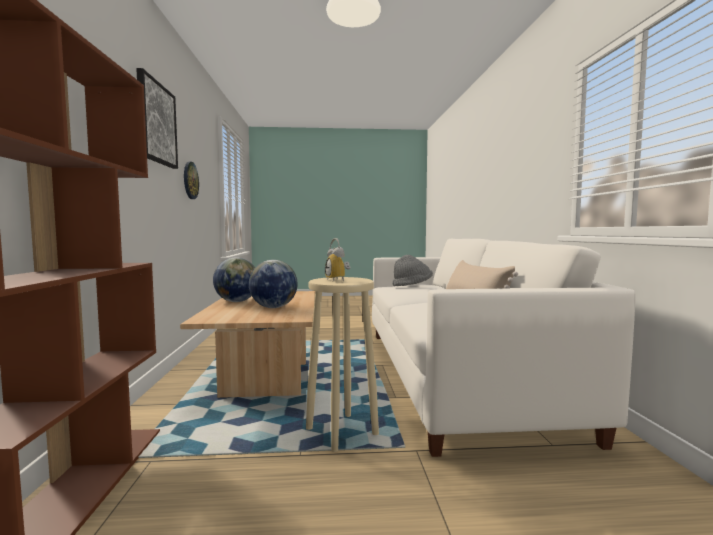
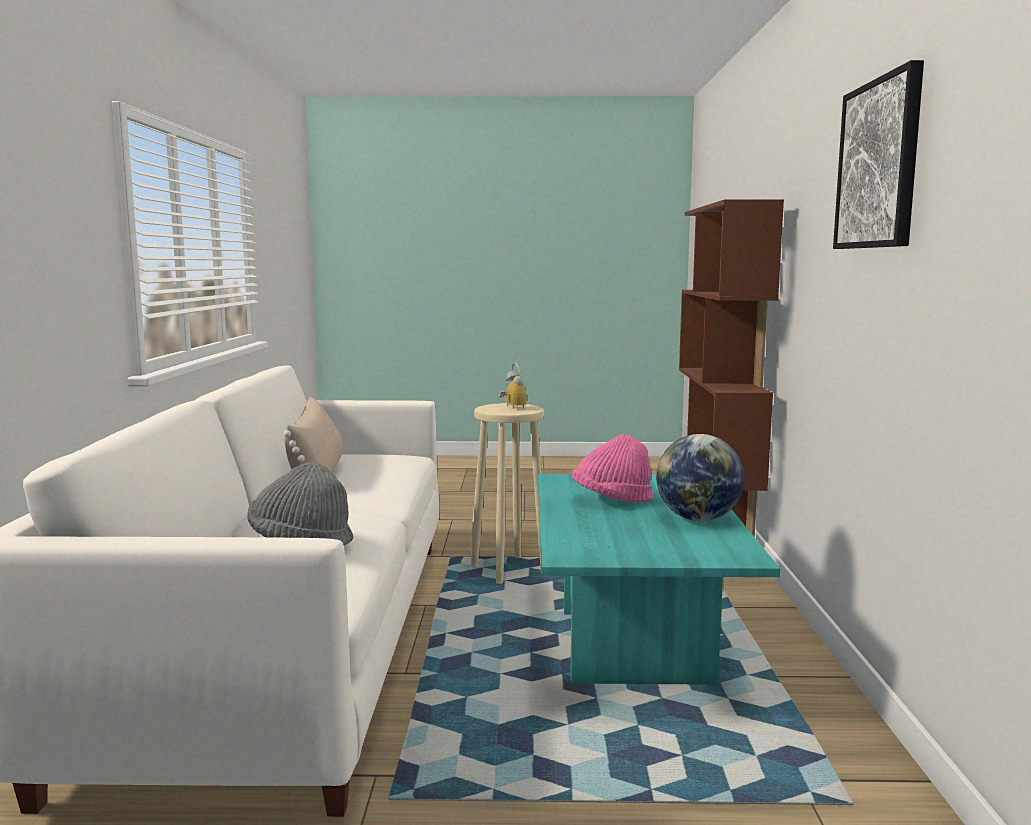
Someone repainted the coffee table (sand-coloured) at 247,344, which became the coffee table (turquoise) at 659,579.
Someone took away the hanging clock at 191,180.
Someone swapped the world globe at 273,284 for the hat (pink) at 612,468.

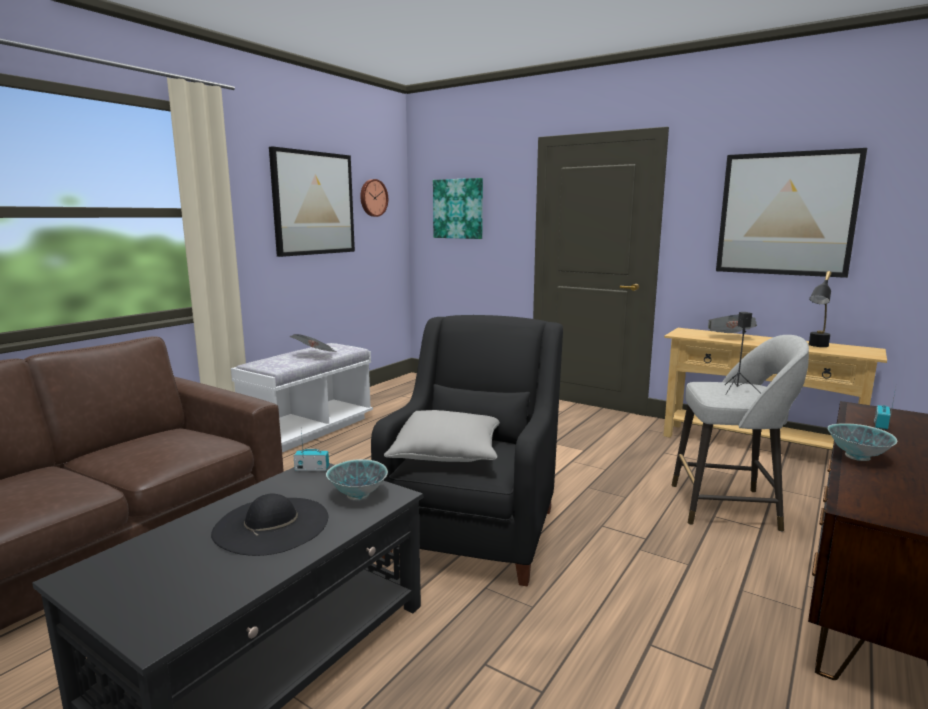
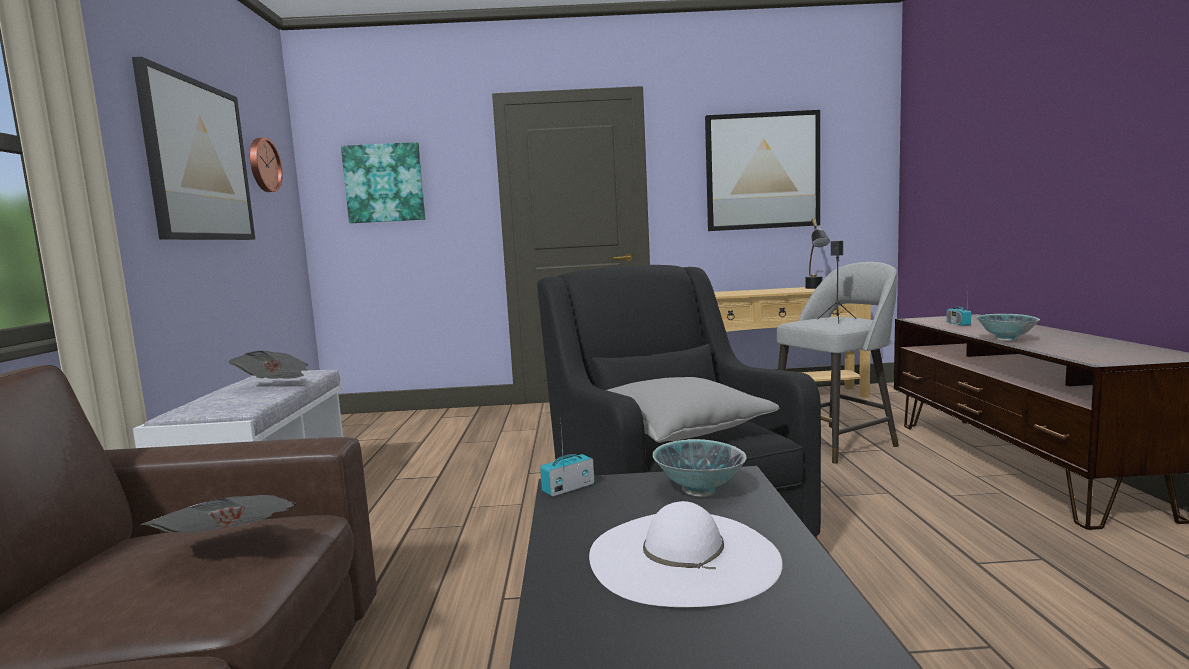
Someone repainted the hat (blackish) at 269,524, which became the hat (white-coloured) at 686,554.
Someone carried the newspaper from 732,323 to 218,514.

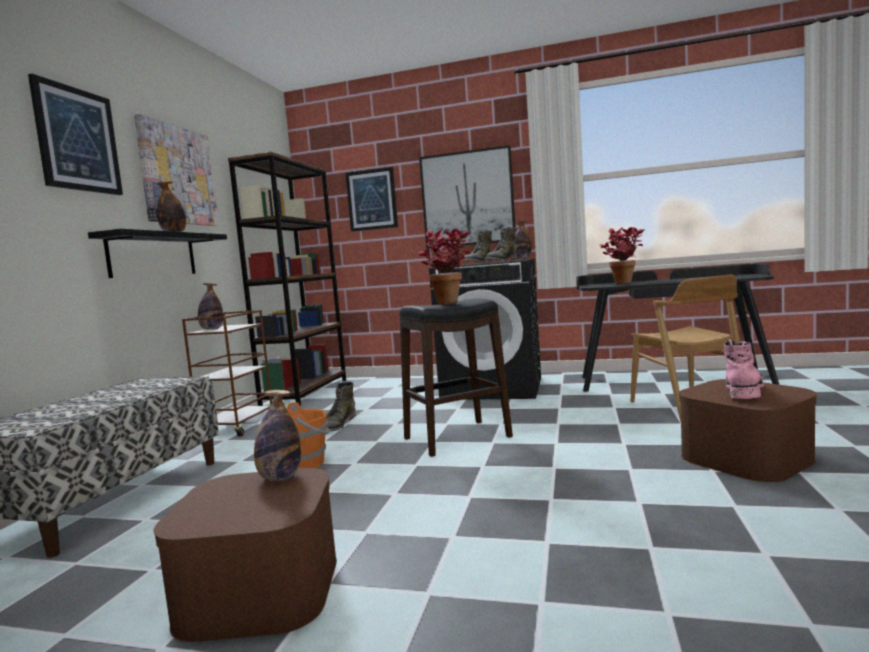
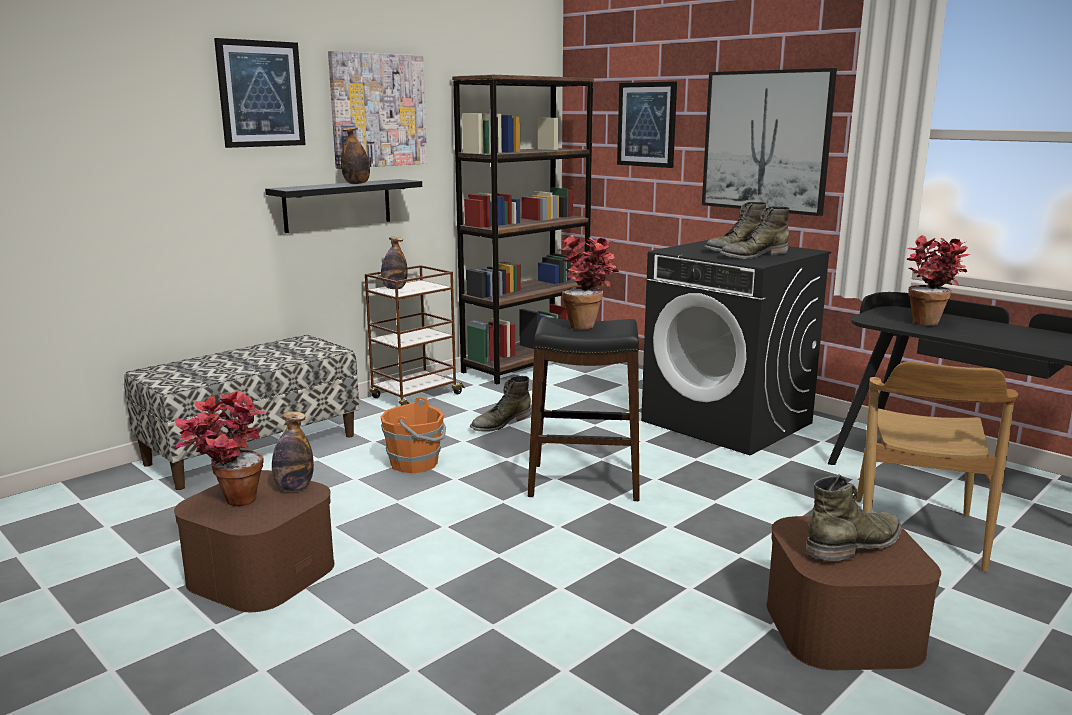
Someone took away the drink bottle at 523,240.
Someone repainted the tall boot (pink) at 744,369, which became the tall boot (green-coloured) at 854,517.
Someone put down the houseplant at 220,448.

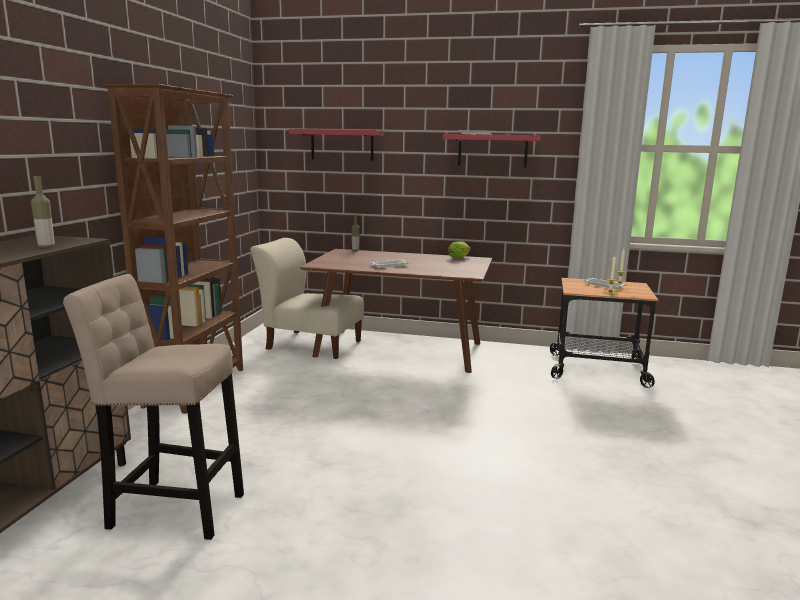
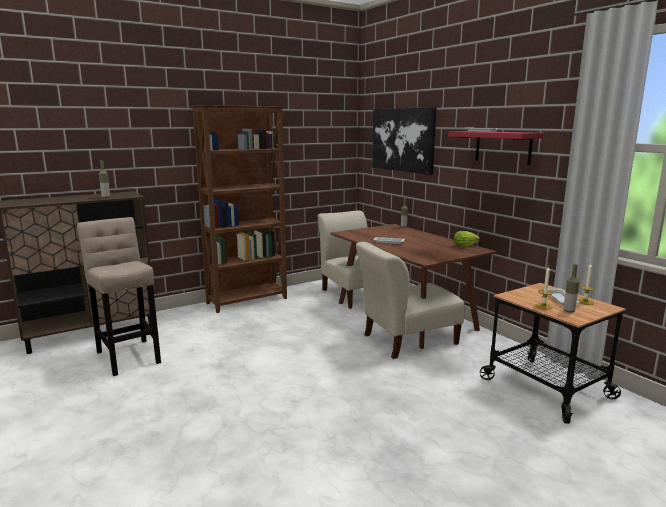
Someone swapped the shelf (red-coloured) at 336,145 for the wall picture at 404,141.
Someone put down the upright chair (sand-coloured) at 410,300.
Someone put down the drink bottle at 572,288.

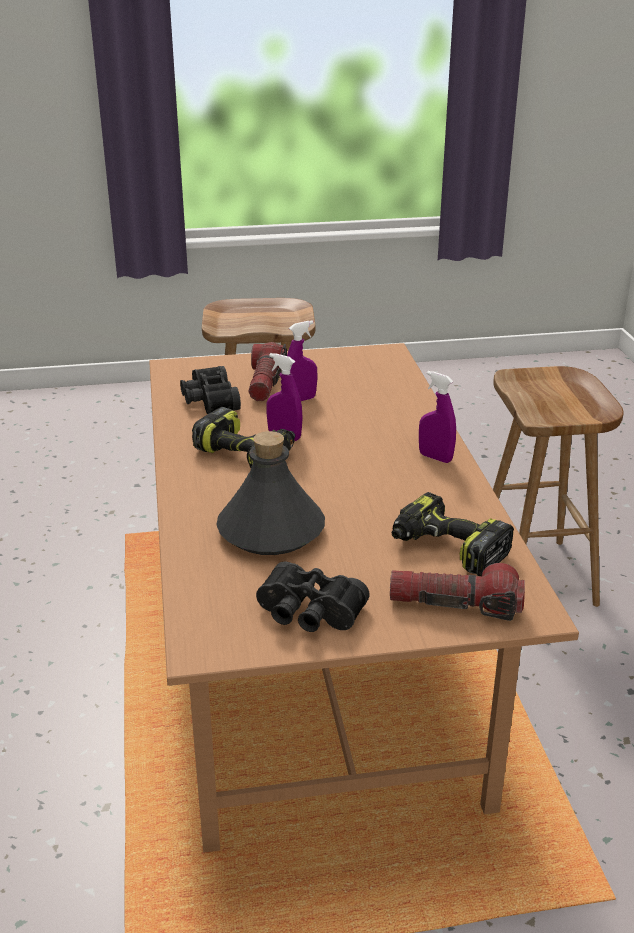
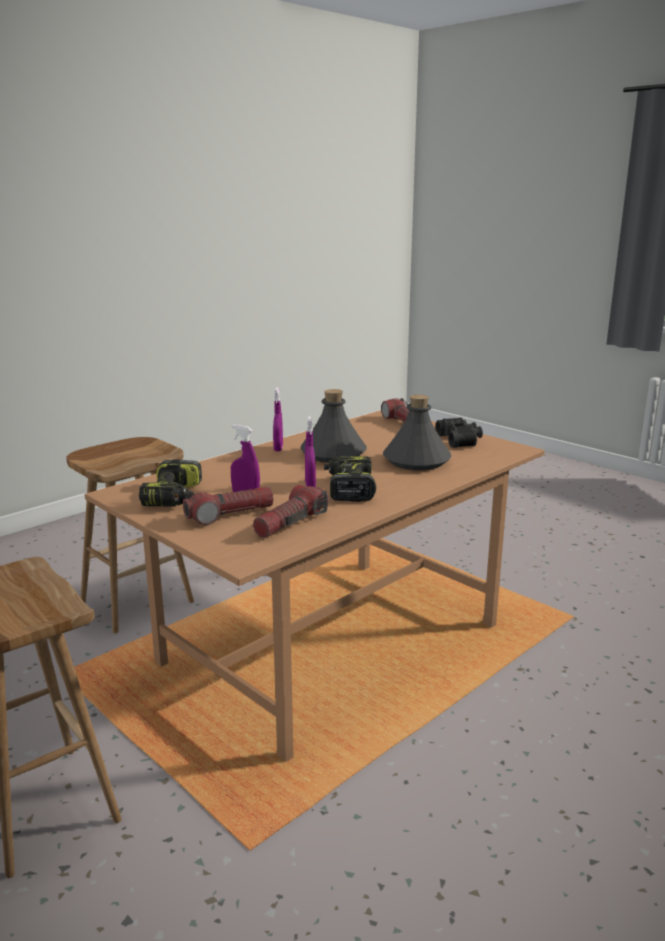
Someone swapped the field glasses (blackish) at 210,390 for the flashlight at 291,511.
Someone carried the drill from 453,534 to 170,483.
Someone put down the drink bottle (greyish) at 333,426.

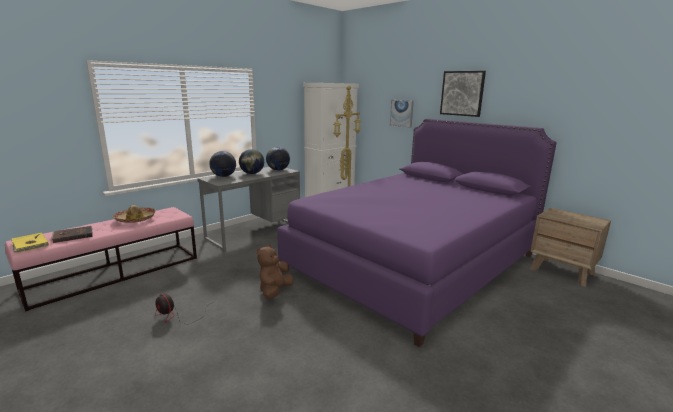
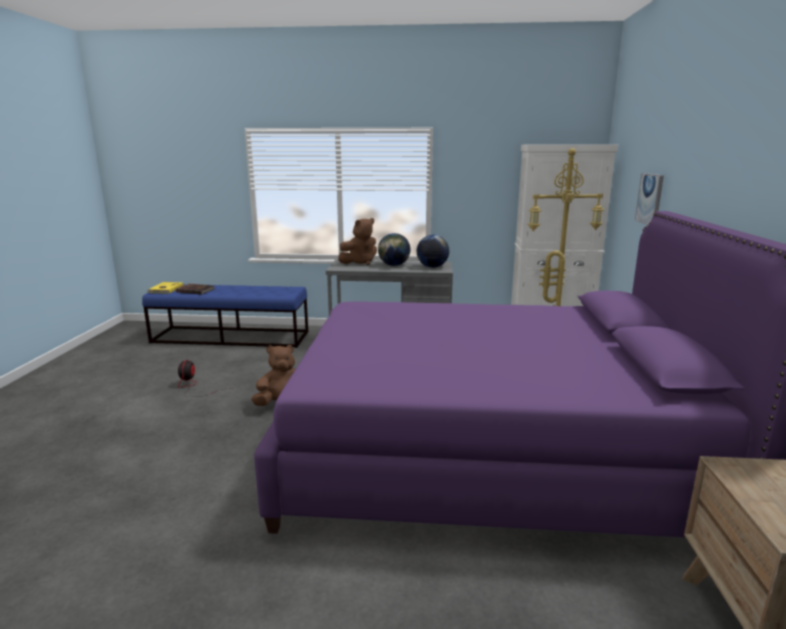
Someone repainted the bench (pink) at 101,259, which became the bench (blue-coloured) at 225,316.
Someone took away the hat at 134,214.
Someone swapped the world globe at 222,164 for the soft toy (brown-coloured) at 357,241.
Someone took away the wall picture at 463,94.

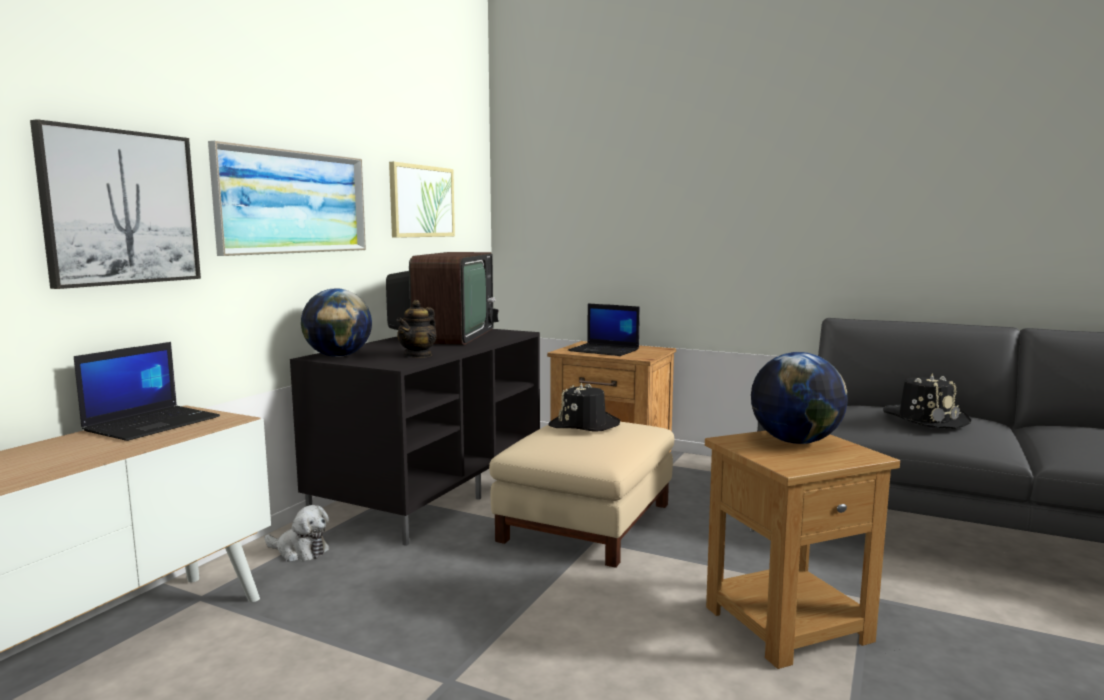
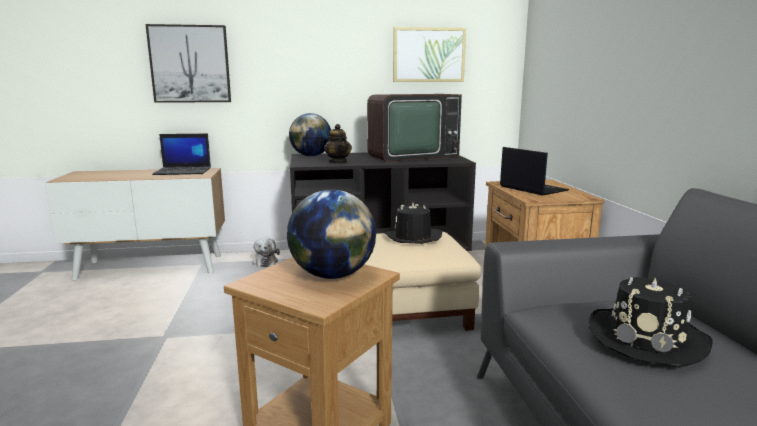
Someone took away the wall picture at 287,198.
Someone rotated the pot for tea at 417,329 by 105 degrees counterclockwise.
Someone rotated the laptop at 604,329 by 150 degrees clockwise.

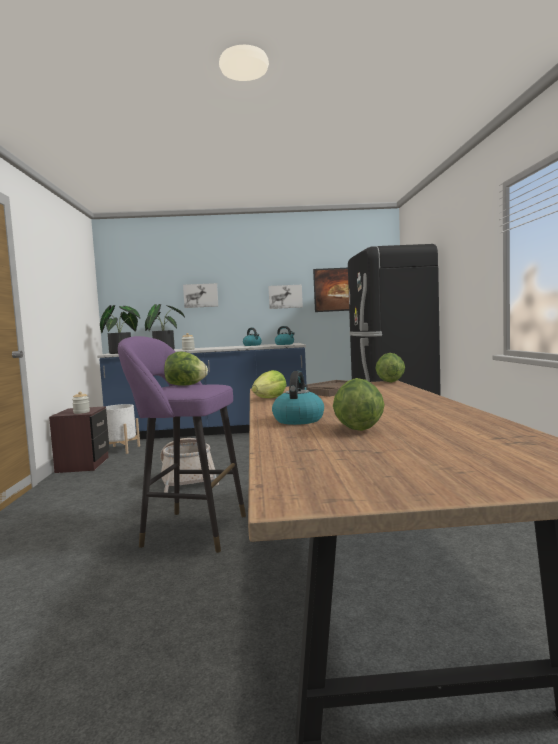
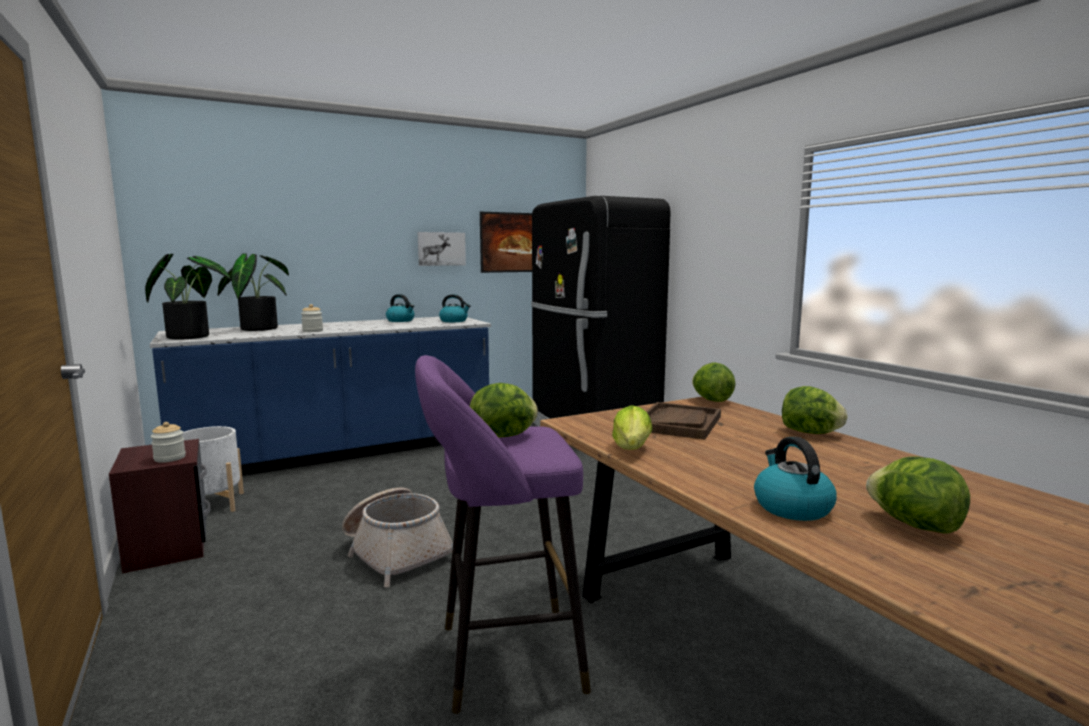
Someone took away the wall picture at 200,295.
Someone put down the head of lettuce at 815,410.

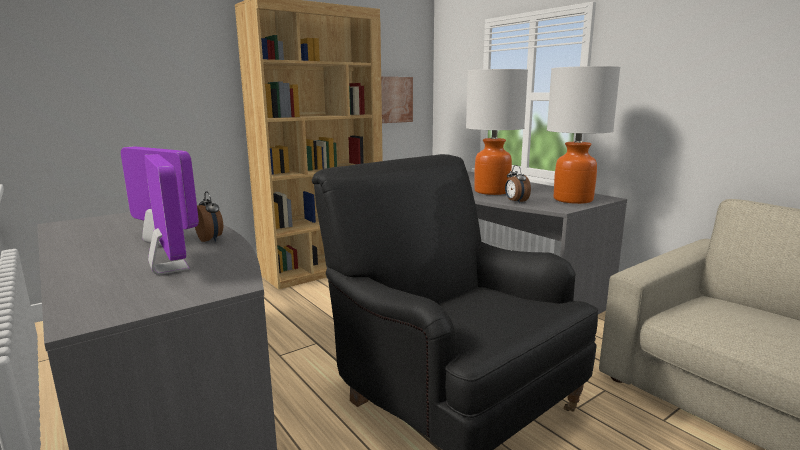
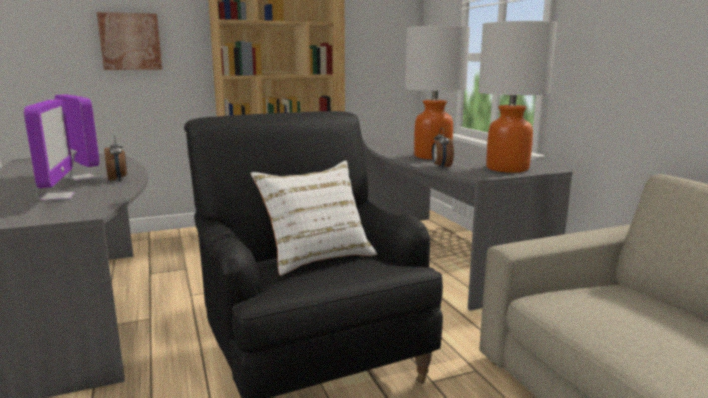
Someone carried the wall picture from 397,100 to 129,41.
Someone put down the pillow (white-coloured) at 314,218.

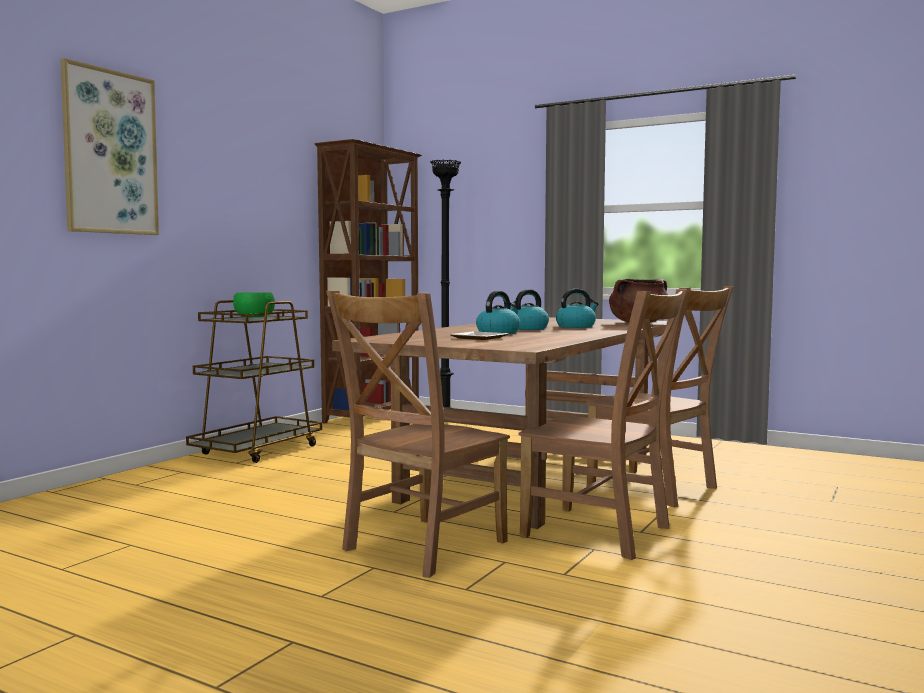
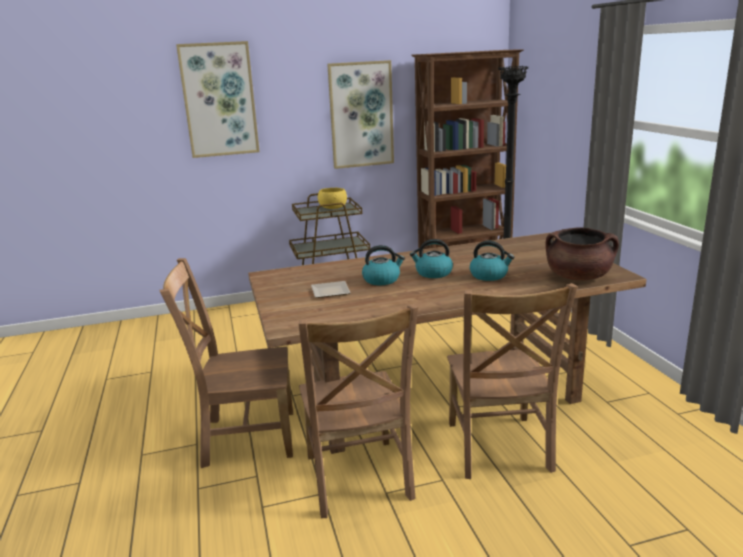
Someone repainted the serving bowl (green-coloured) at 254,305, which became the serving bowl (yellowish) at 332,198.
Someone put up the wall picture at 360,114.

